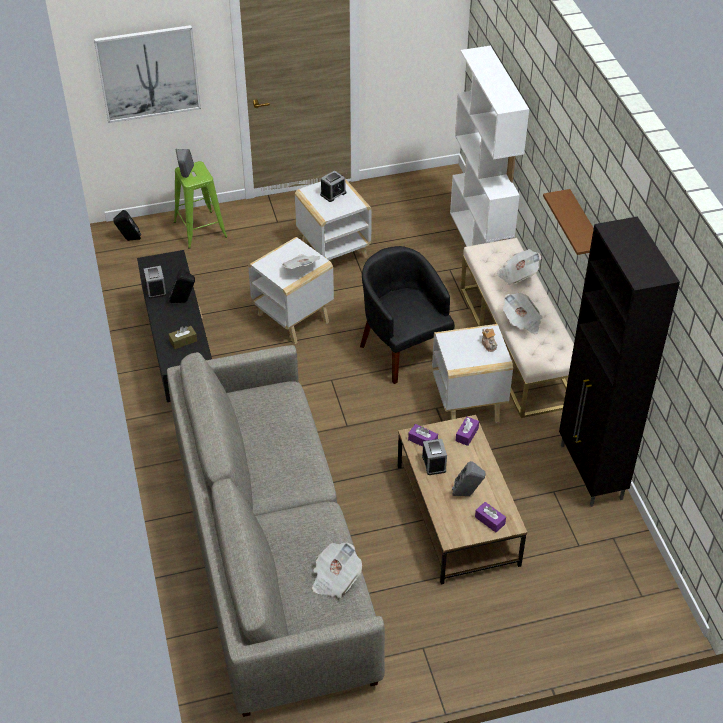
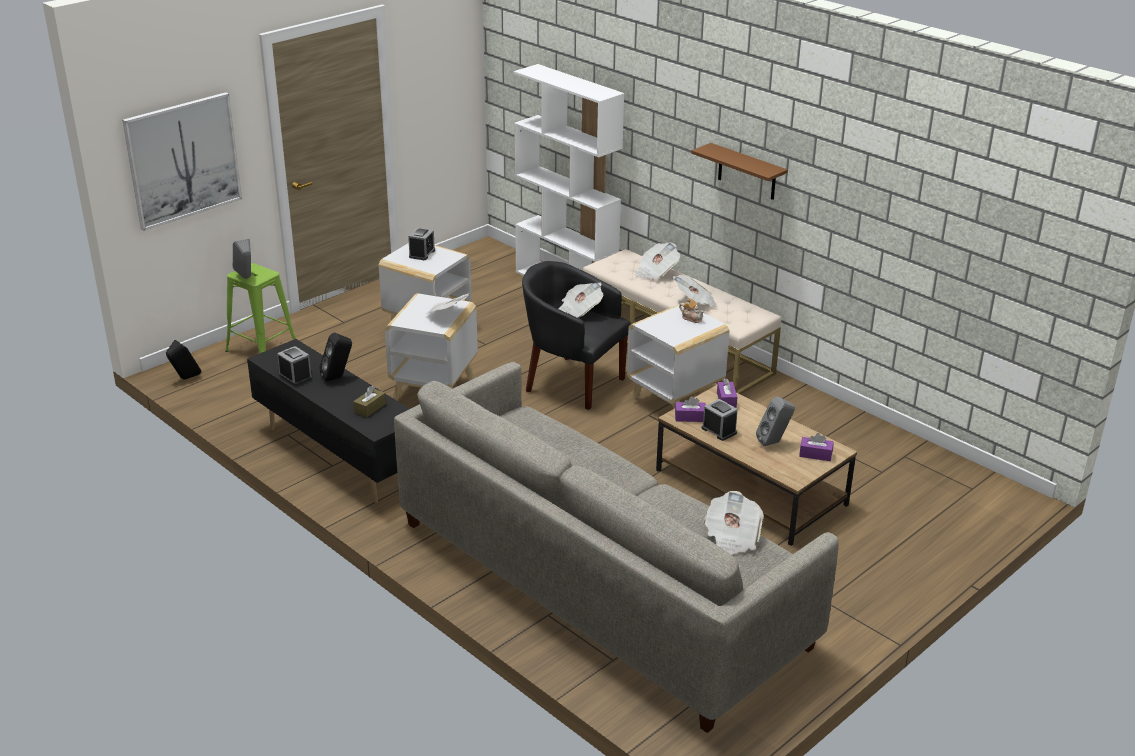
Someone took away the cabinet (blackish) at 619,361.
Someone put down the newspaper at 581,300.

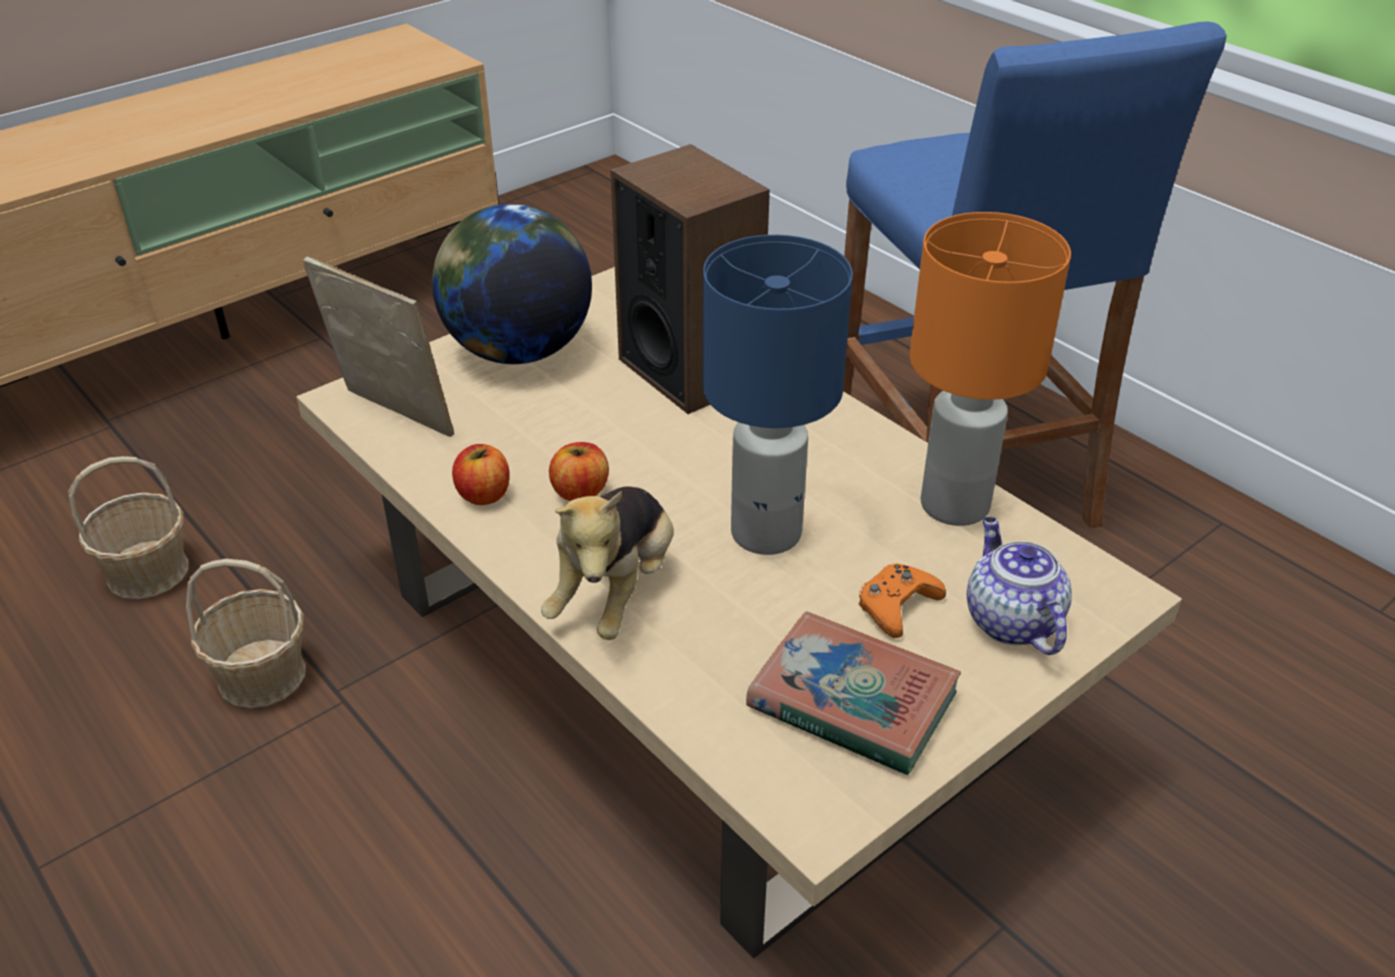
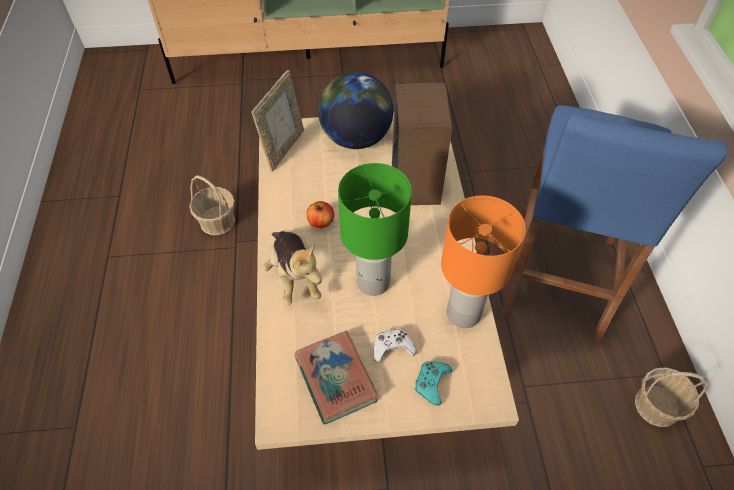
Someone carried the basket from 128,527 to 671,397.
Someone rotated the picture frame at 378,347 by 45 degrees clockwise.
Someone took away the apple at 481,474.
Someone rotated the soft toy at 607,563 by 75 degrees counterclockwise.
Someone repainted the lamp for a table (blue-coloured) at 778,395, which became the lamp for a table (green-coloured) at 375,229.
Someone repainted the gamepad (orangey) at 902,600, which became the gamepad (white-coloured) at 395,345.
Someone swapped the pot for tea at 1019,586 for the gamepad (turquoise) at 433,383.

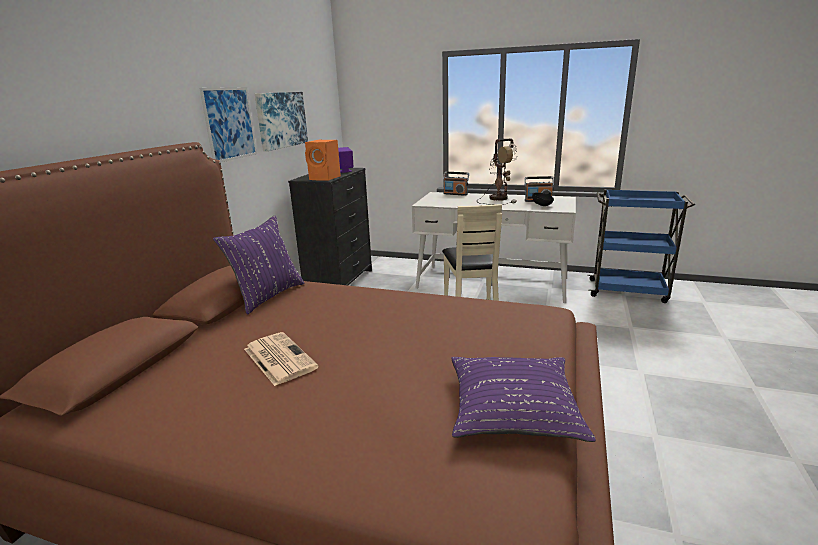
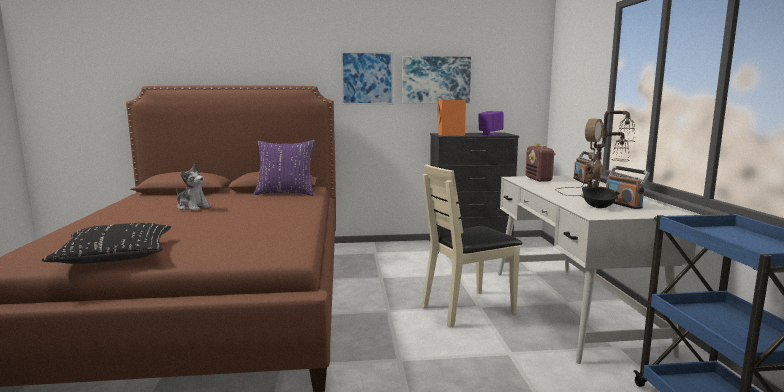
Someone swapped the newspaper at 281,359 for the soft toy at 193,187.
Someone repainted the pillow (purplish) at 524,399, which became the pillow (blackish) at 106,243.
Someone put down the radio receiver at 541,163.

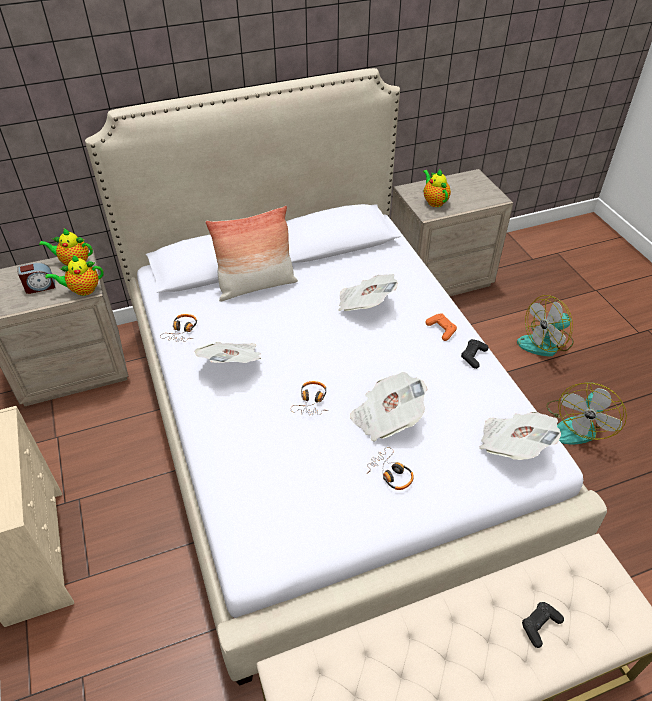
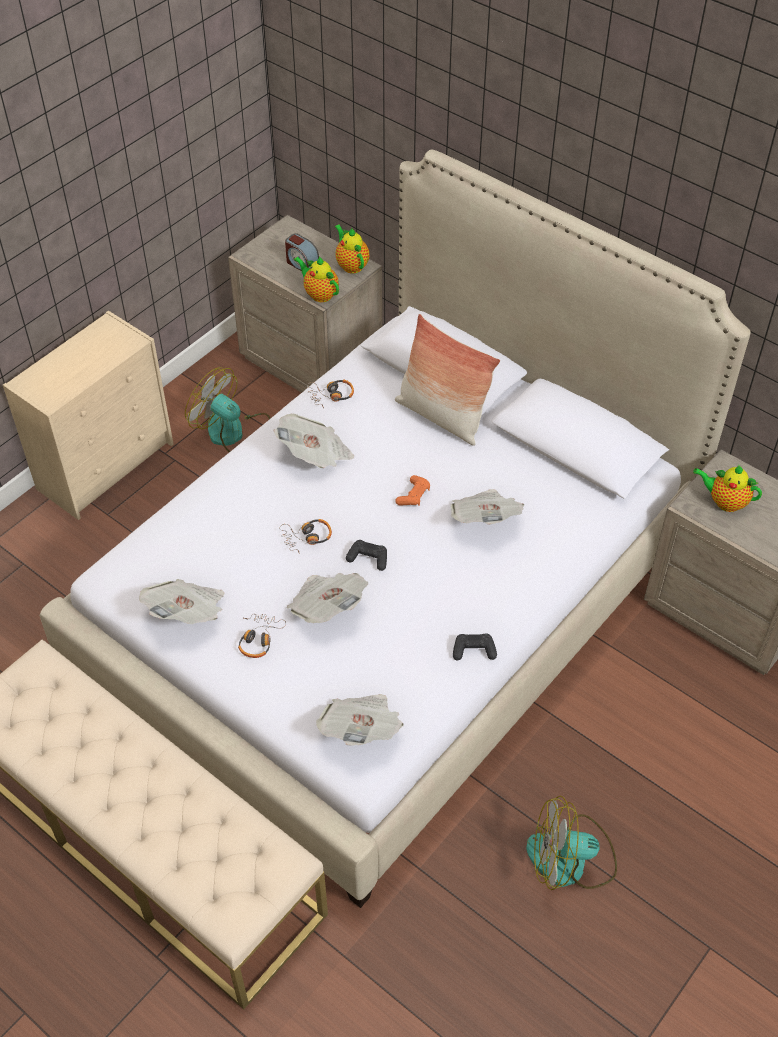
Someone rotated the pot for tea at 437,188 by 105 degrees counterclockwise.
Someone carried the gamepad (orangey) from 441,327 to 412,490.
Someone carried the fan from 545,326 to 228,409.
Someone carried the gamepad (blackish) from 543,625 to 366,555.
Someone put down the newspaper at 182,601.

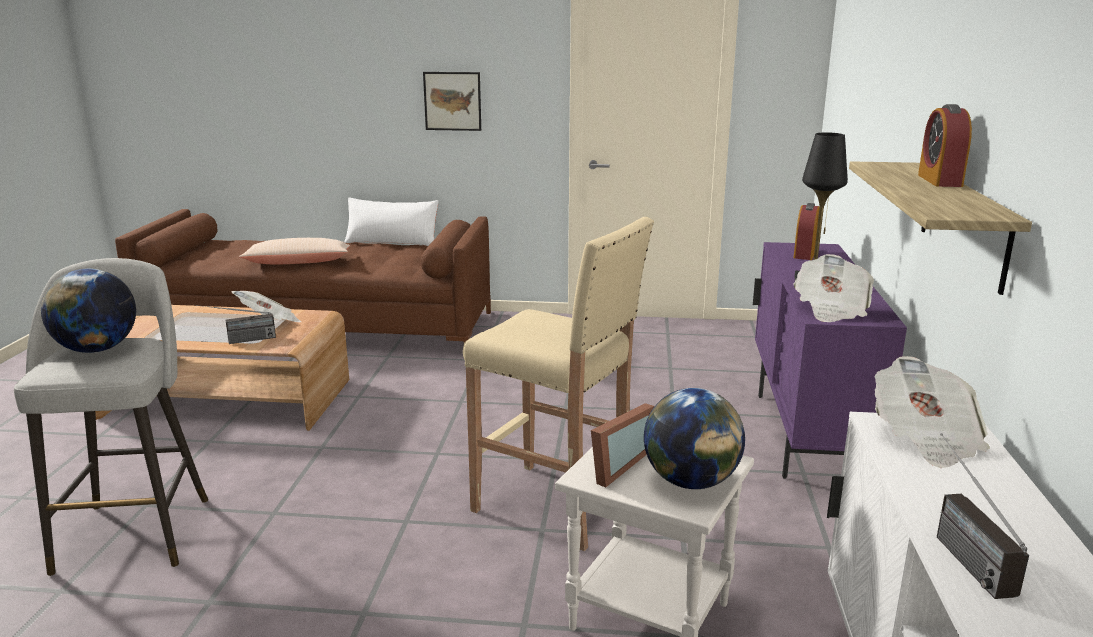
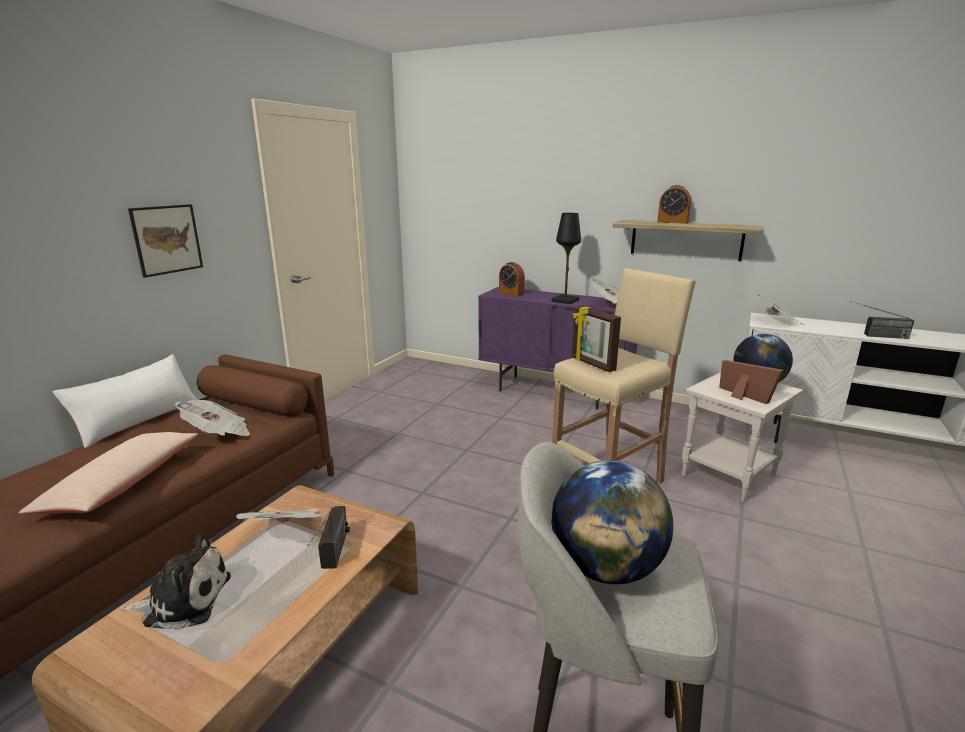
Someone put down the soft toy at 176,582.
Someone put down the newspaper at 212,418.
Someone put down the picture frame at 596,338.

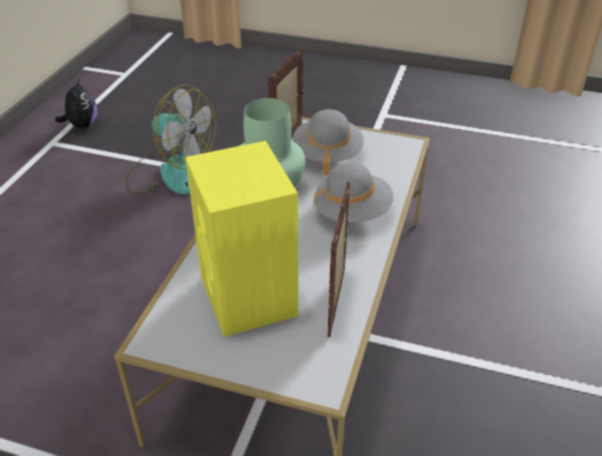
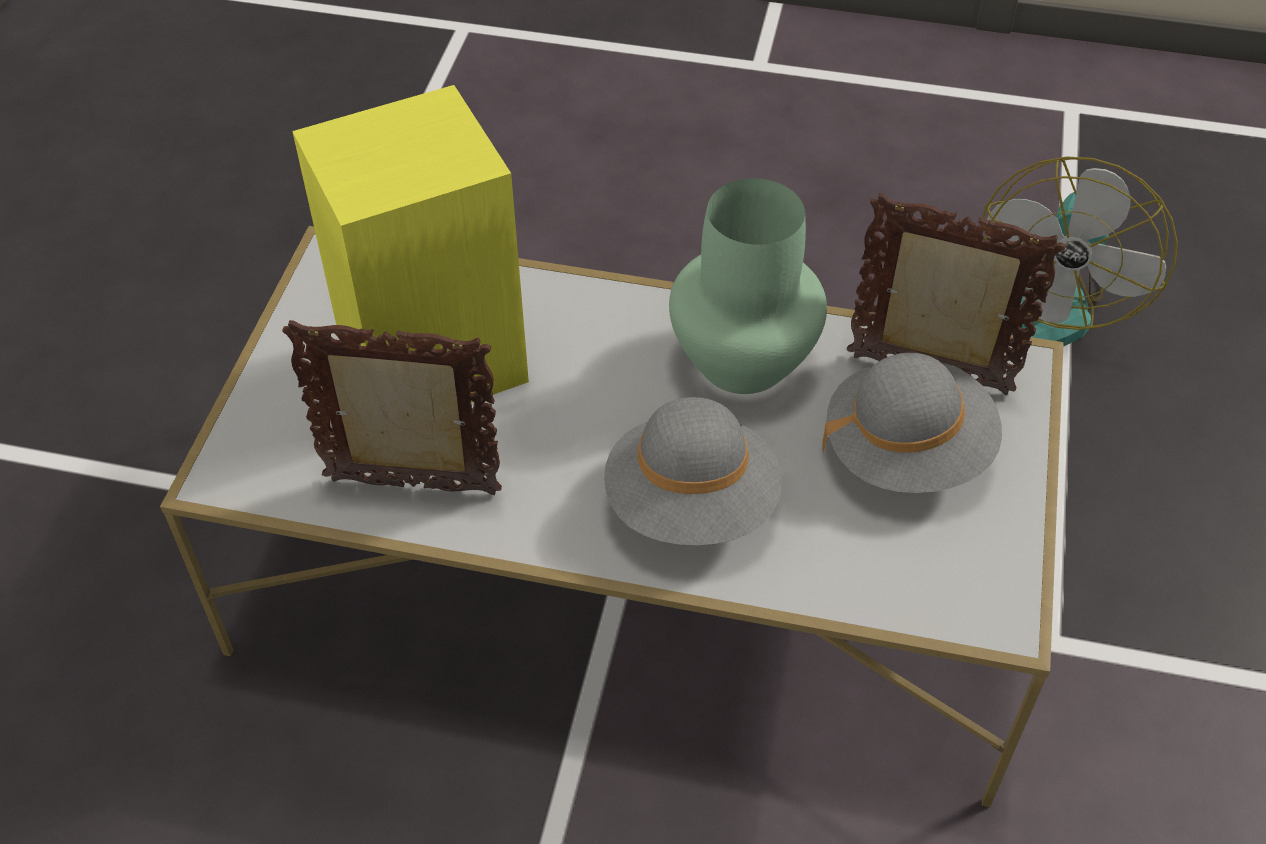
Someone took away the soft toy at 76,103.

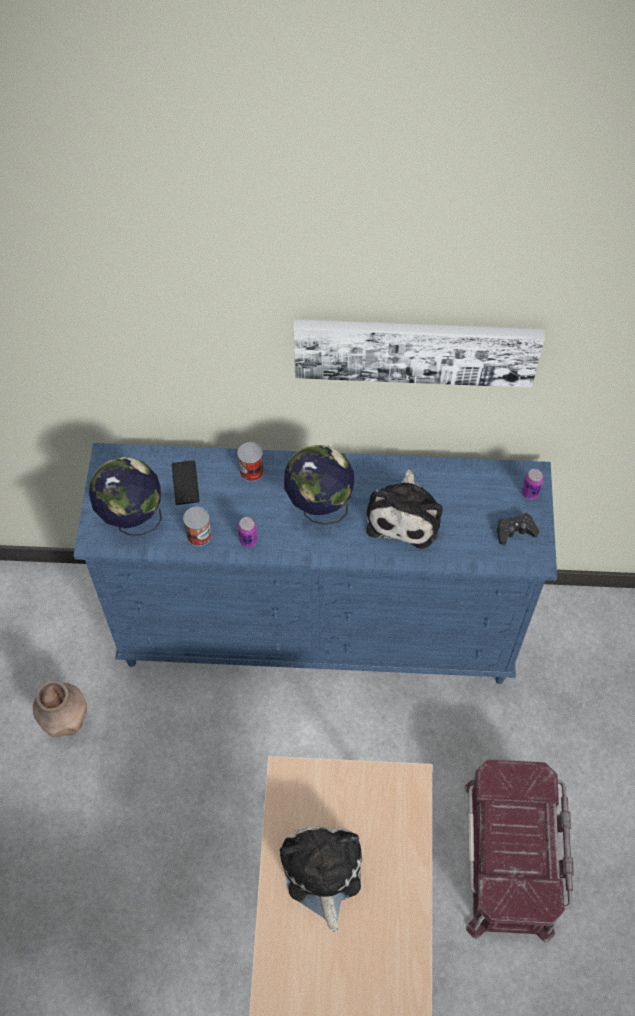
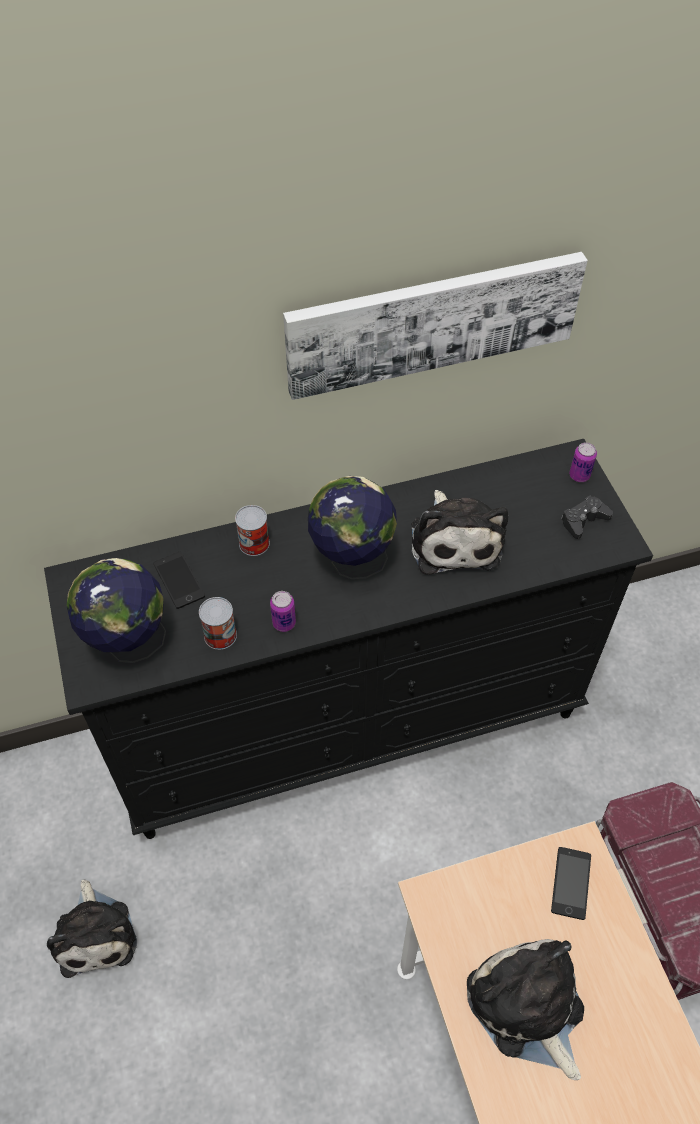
Someone swapped the flower vase (brown-coloured) at 60,708 for the soft toy at 92,928.
Someone repainted the dresser (blue-coloured) at 315,563, which became the dresser (blackish) at 348,639.
Someone put down the telephone at 571,883.

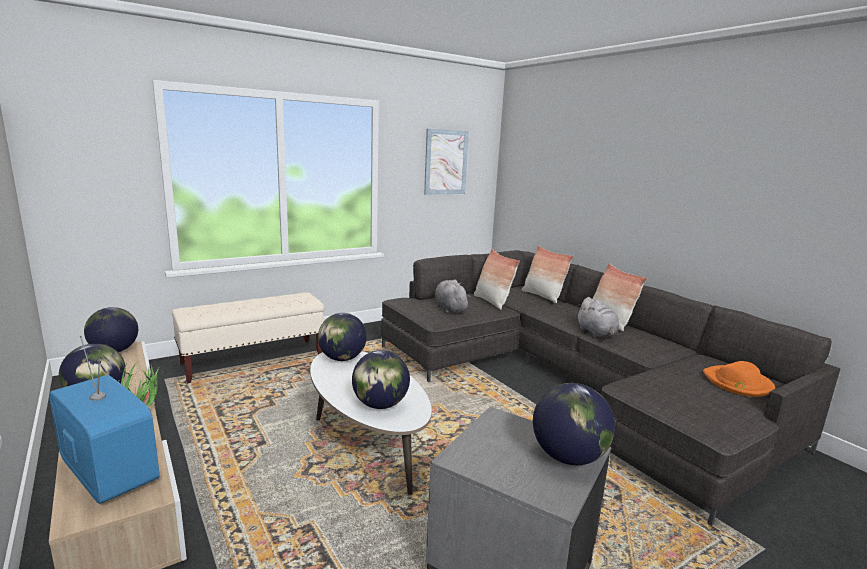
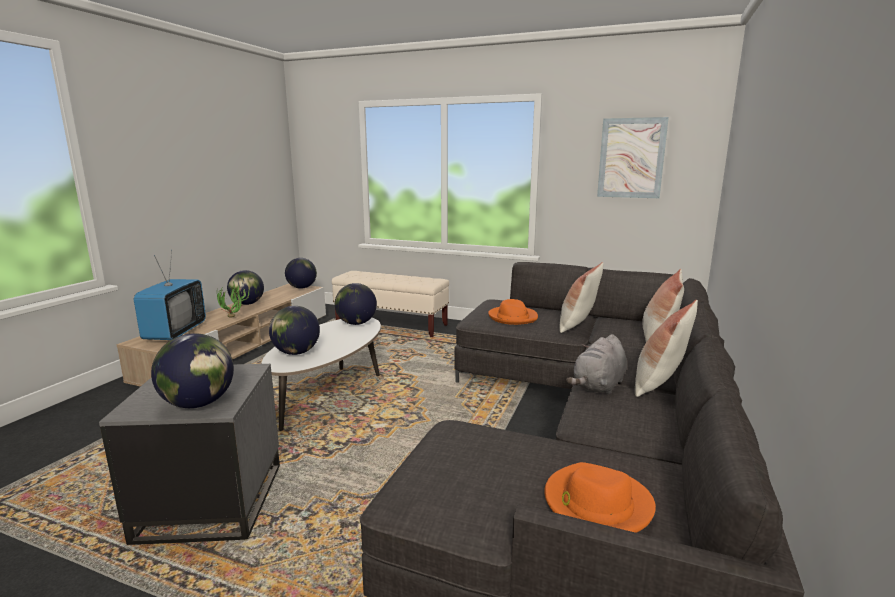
Someone swapped the soft toy (greyish) at 452,296 for the hat (orangey) at 513,312.

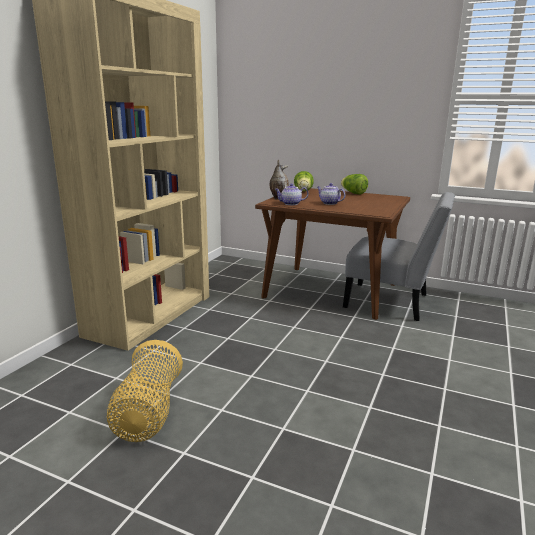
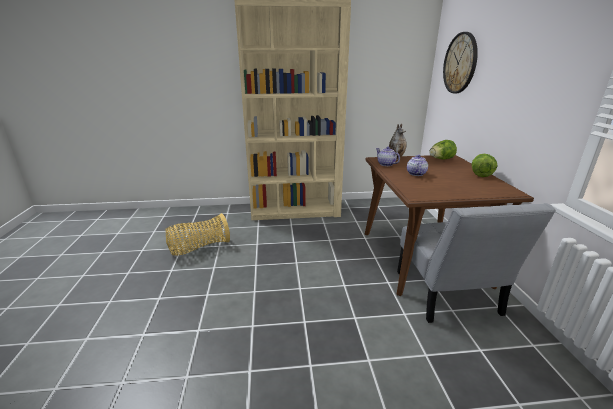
Someone put up the hanging clock at 460,62.

